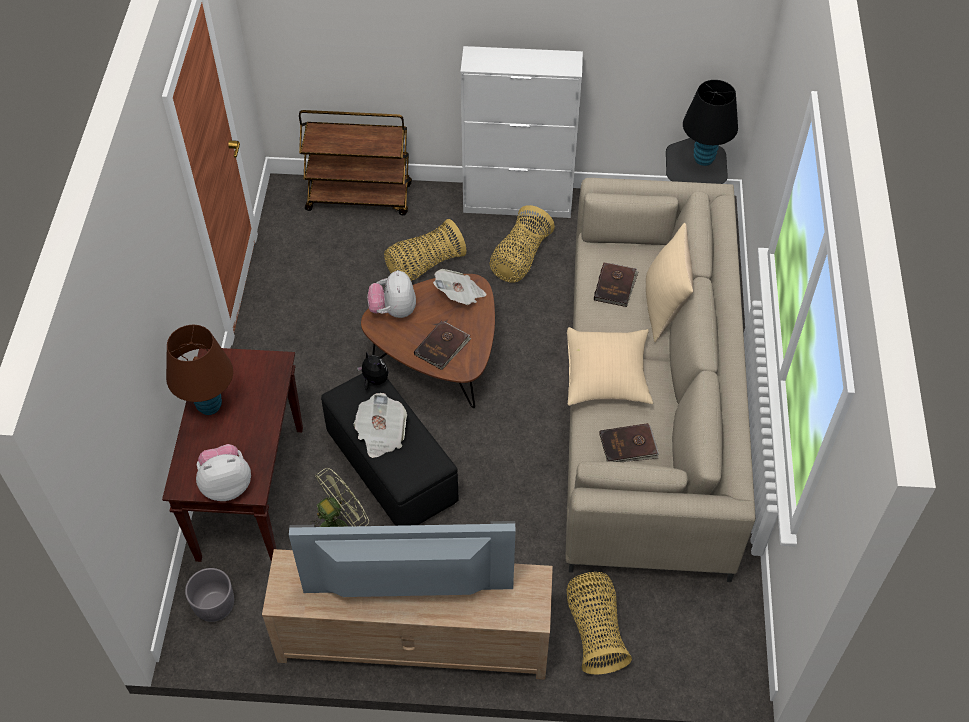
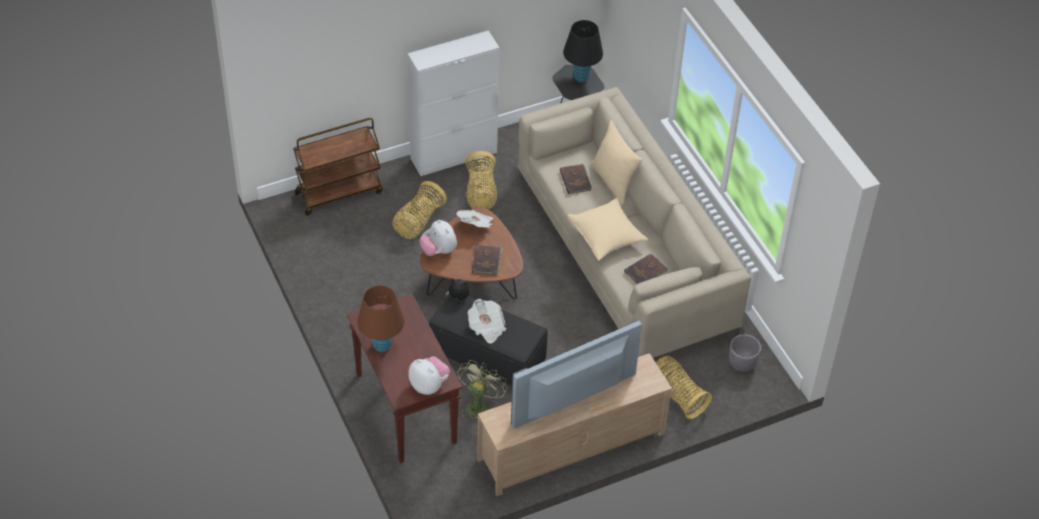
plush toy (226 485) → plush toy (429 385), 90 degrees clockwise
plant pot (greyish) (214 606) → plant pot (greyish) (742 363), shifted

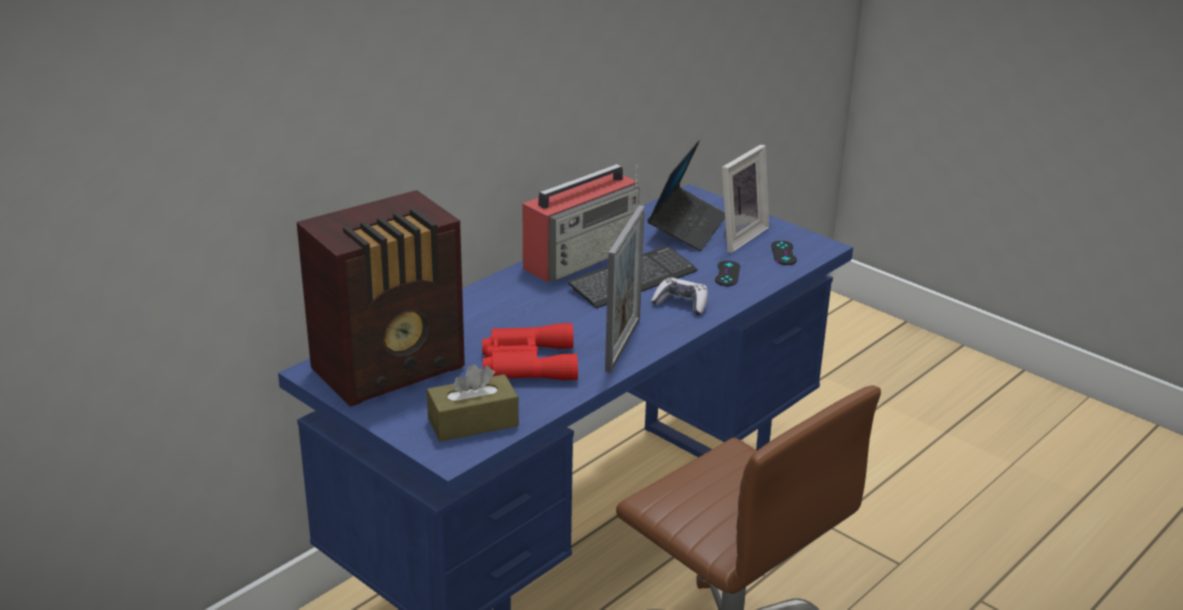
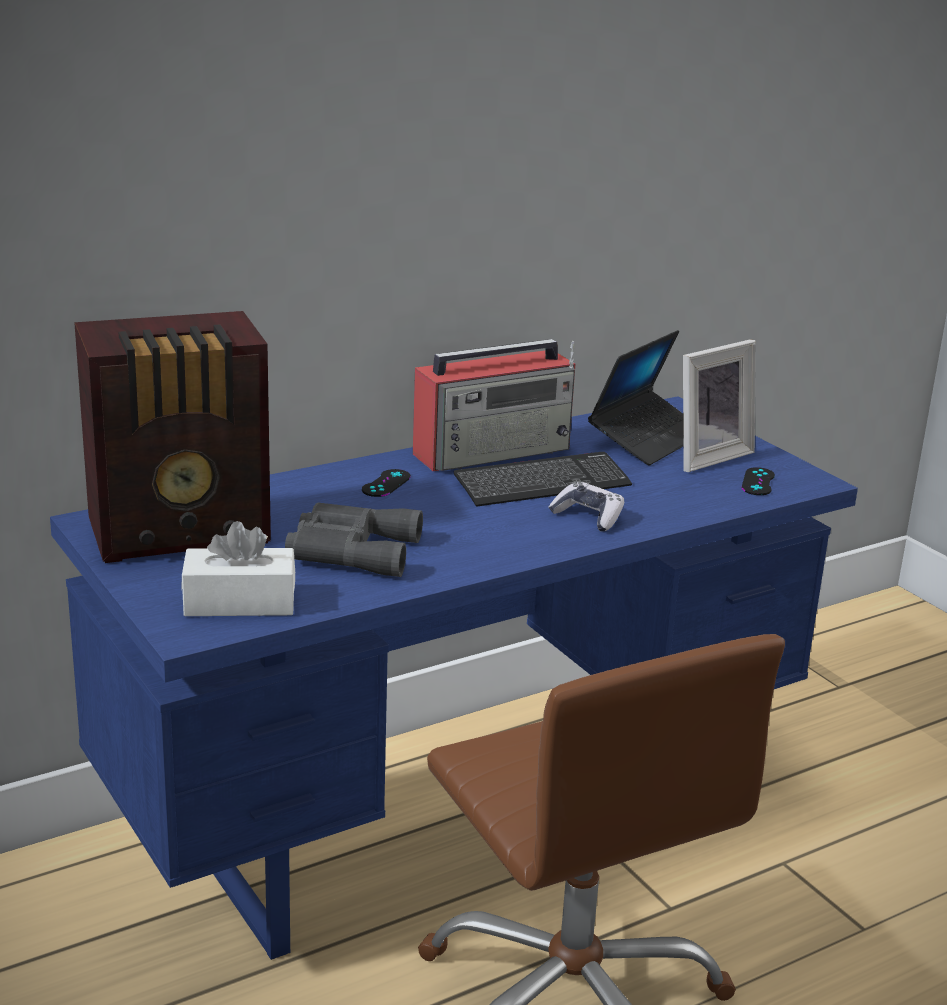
box of tissues (brown-coloured) (473 422) → box of tissues (white-coloured) (239 602)
pair of binoculars (red-coloured) (526 362) → pair of binoculars (greyish) (350 550)
joypad (black) (727 274) → joypad (black) (386 483), shifted
picture frame (623 345) → -

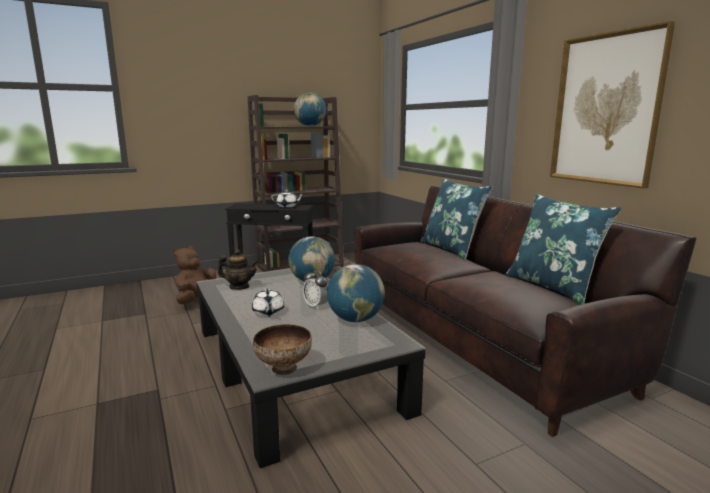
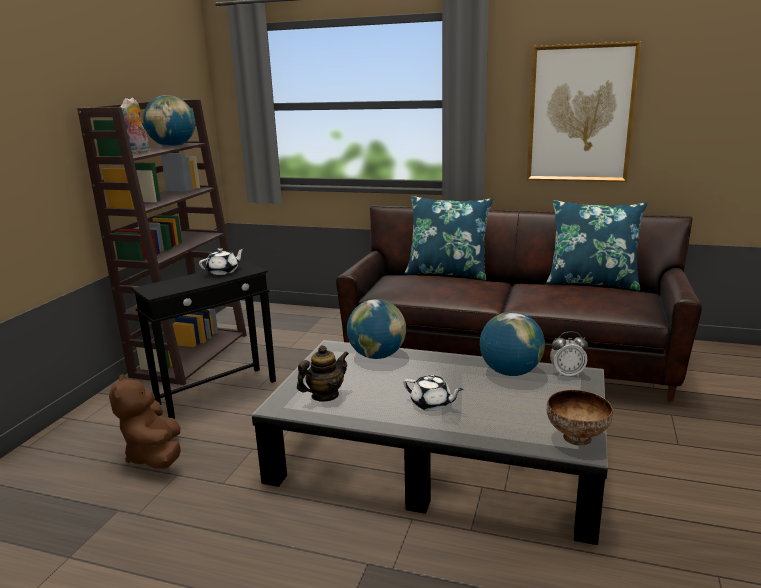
- → plush toy (137 152)
bedside clock (316 306) → bedside clock (567 374), shifted

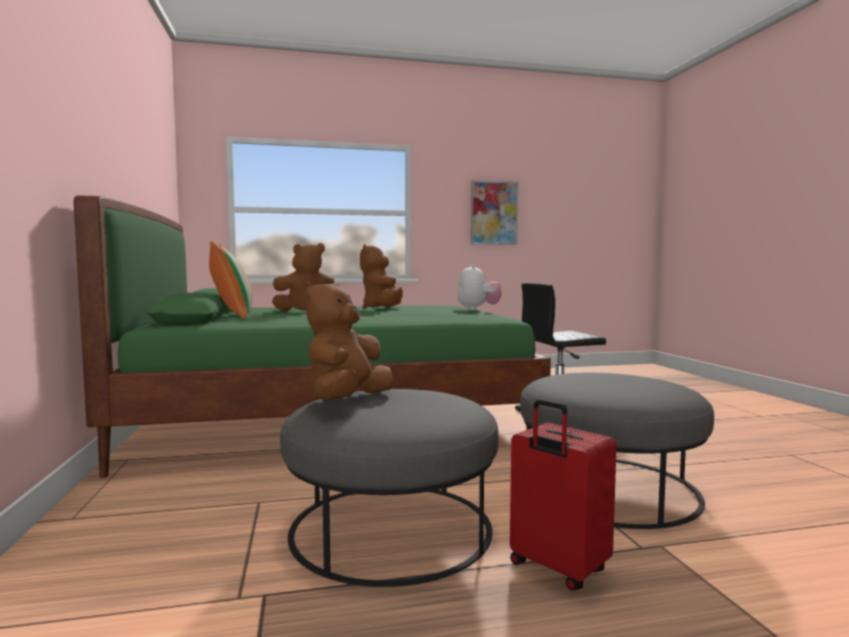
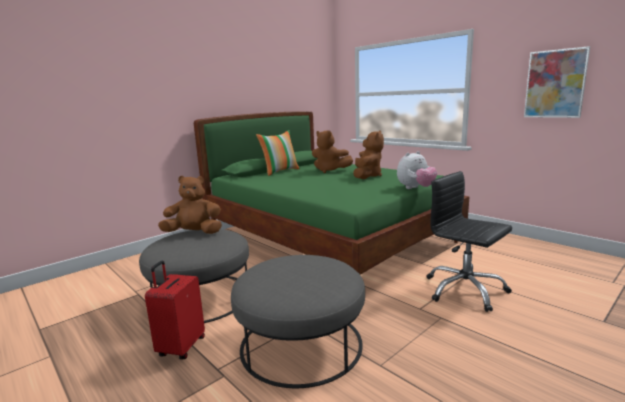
plush toy (brown-coloured) (383 309) → plush toy (brown-coloured) (367 176), 135 degrees clockwise

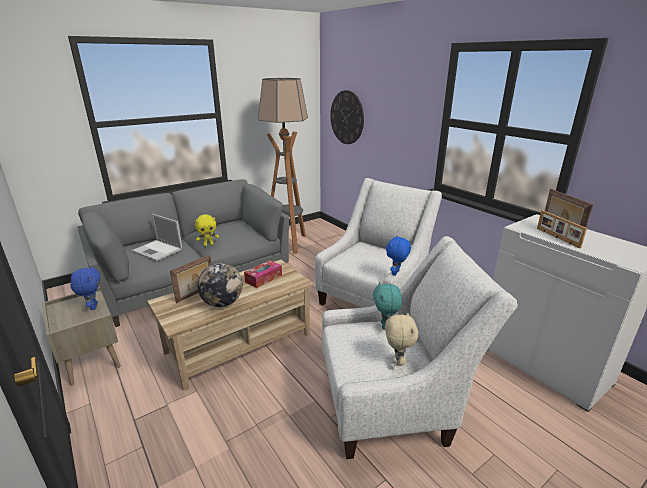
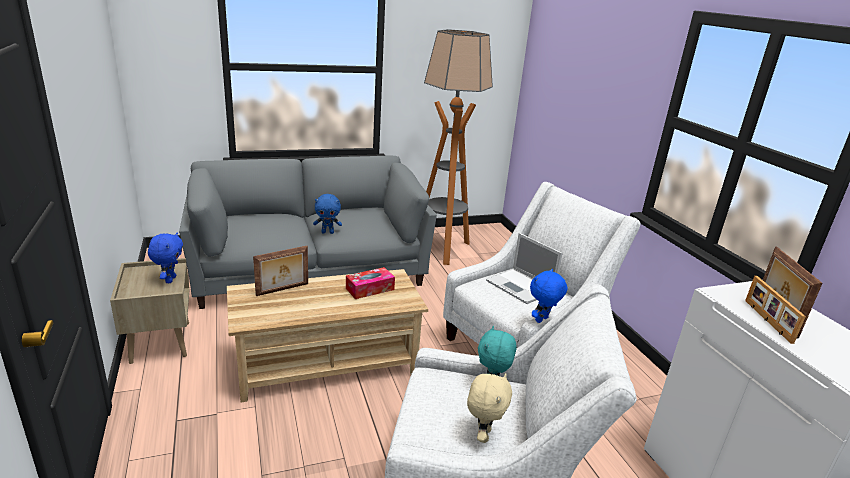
plush toy (yellow) (208 245) → plush toy (bluish) (328 232)
notebook computer (158 250) → notebook computer (521 286), shifted
world globe (222 303) → -
wall clock (347 117) → -

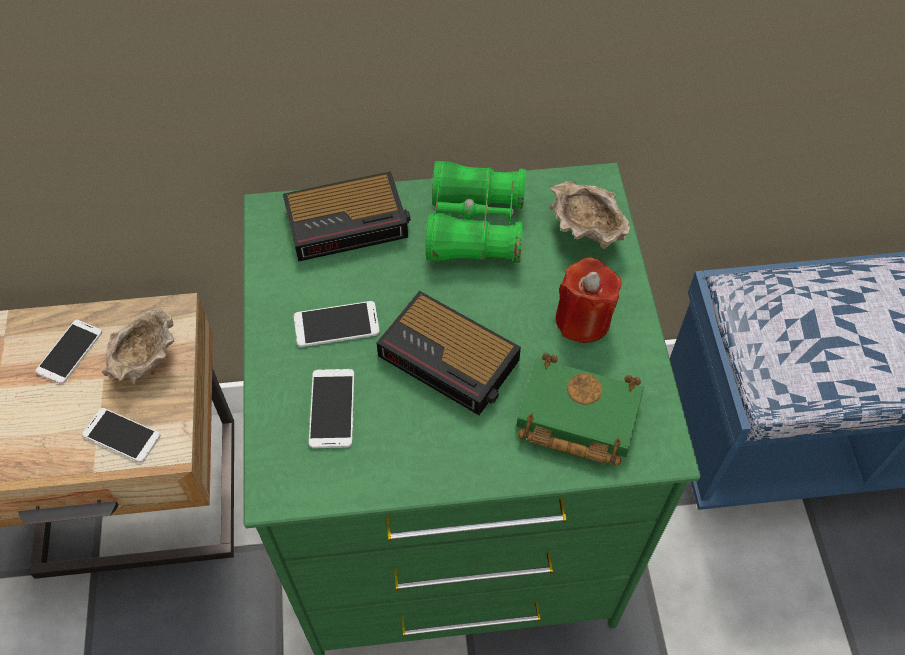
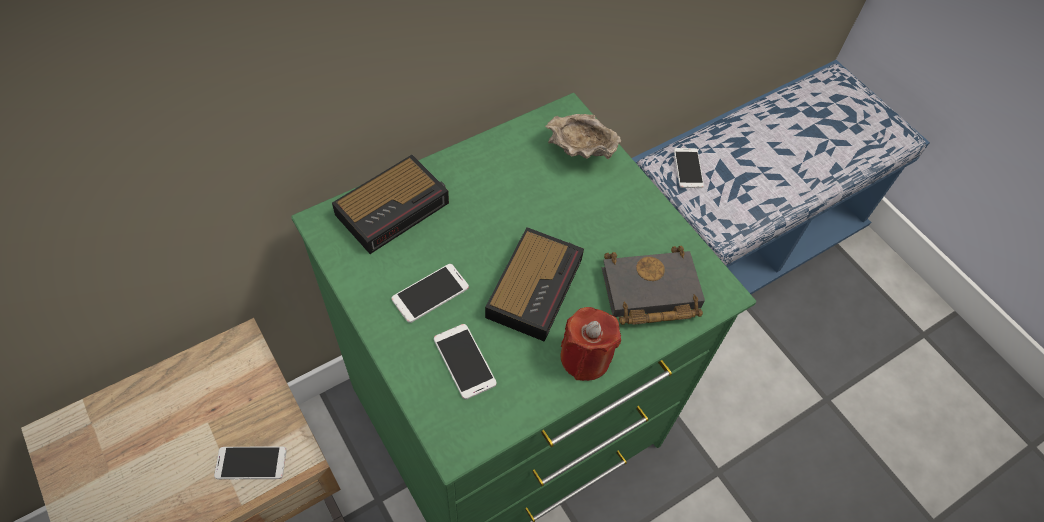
bedside clock (451 359) → bedside clock (535 286), 75 degrees counterclockwise
wax candle (red-coloured) (583 320) → wax candle (red-coloured) (585 357), shifted
bound book (green) (574 416) → bound book (black) (648 293)
phone (69 352) → phone (688 168), shifted
serving bowl (sand-coloured) (146 360) → -
pair of binoculars (green) (475 226) → -

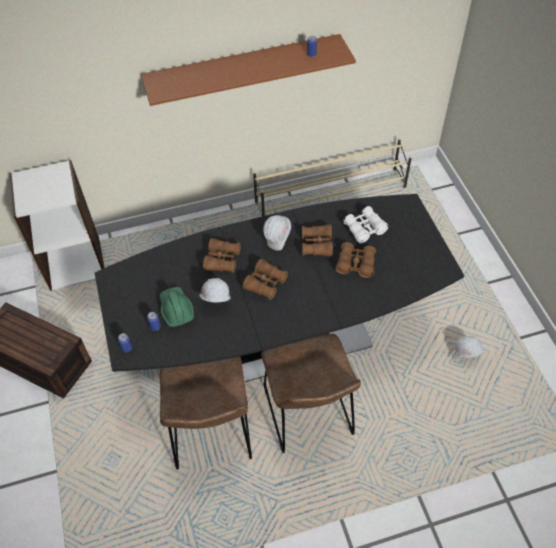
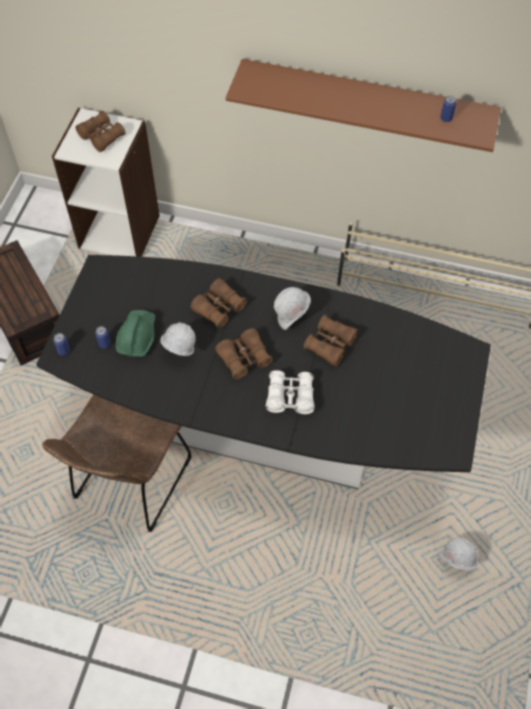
pair of binoculars (brown-coloured) (355 264) → pair of binoculars (brown-coloured) (101 137), shifted
pair of binoculars (white-coloured) (364 229) → pair of binoculars (white-coloured) (290 397), shifted
upright chair (brown-coloured) (309 415) → -

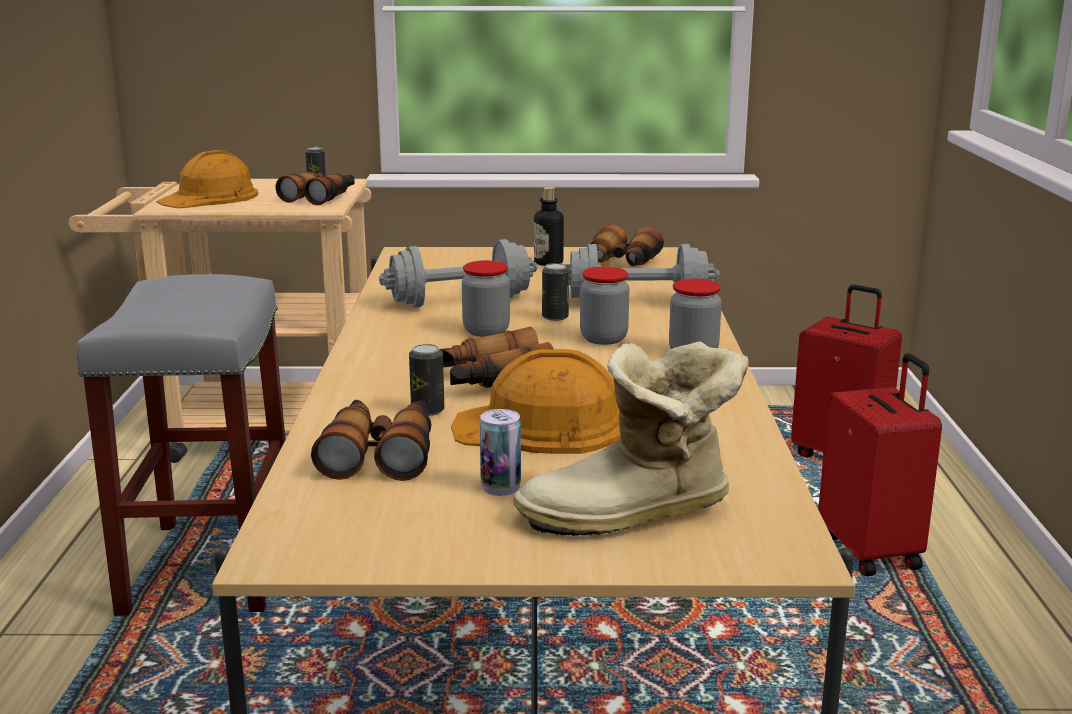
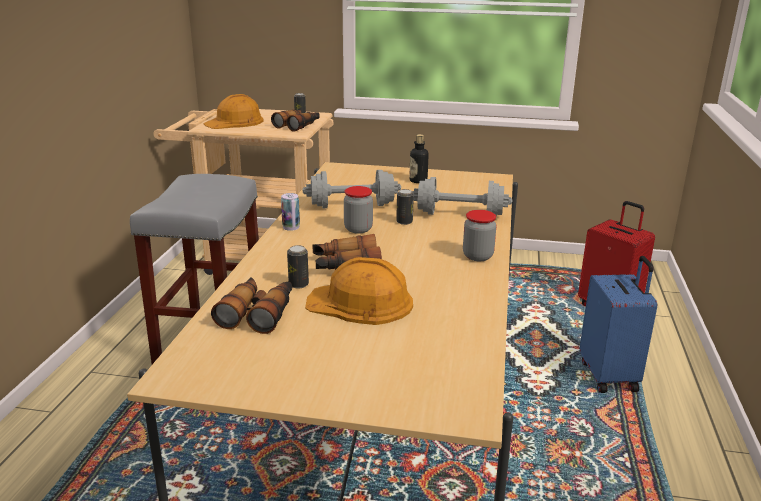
metal can (500 487) → metal can (291 227), shifted
travel case (red-coloured) (872 551) → travel case (bluish) (610 376)
tall boot (633 516) → -
jar (603 339) → -
pair of binoculars (621 264) → -

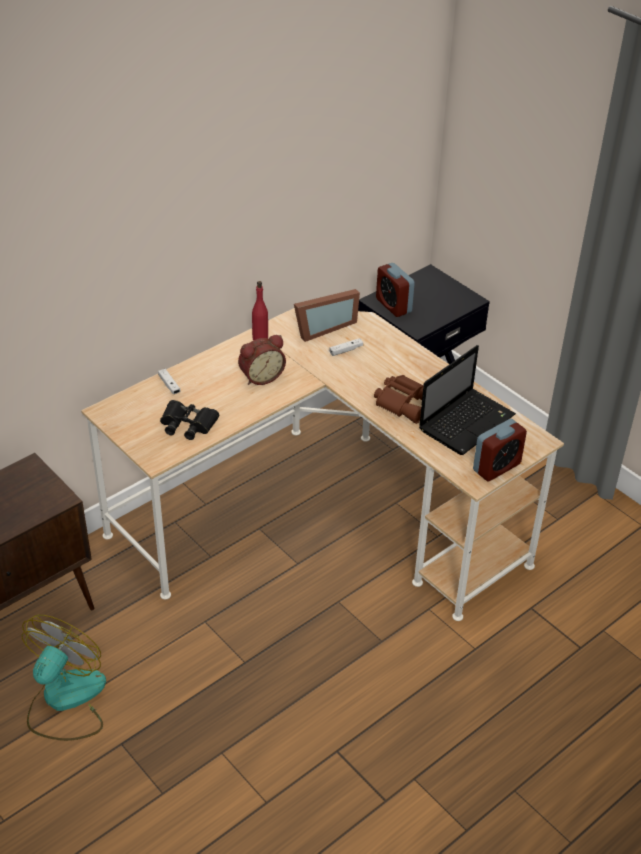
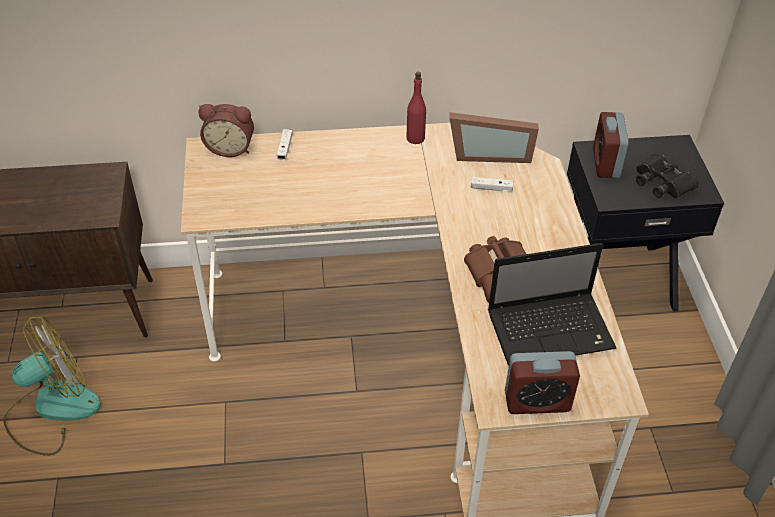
bedside clock (261 376) → bedside clock (230 147), shifted
pair of binoculars (black) (188 424) → pair of binoculars (black) (662 182), shifted

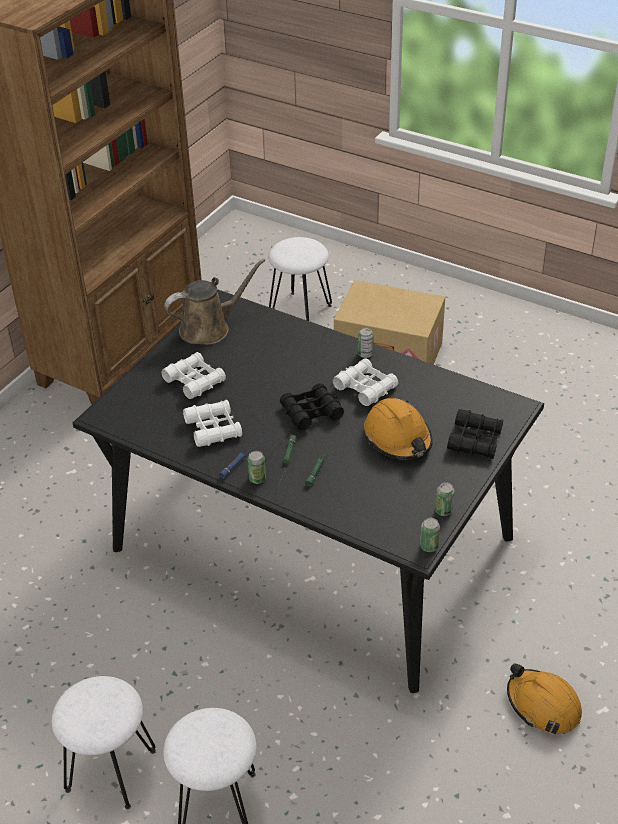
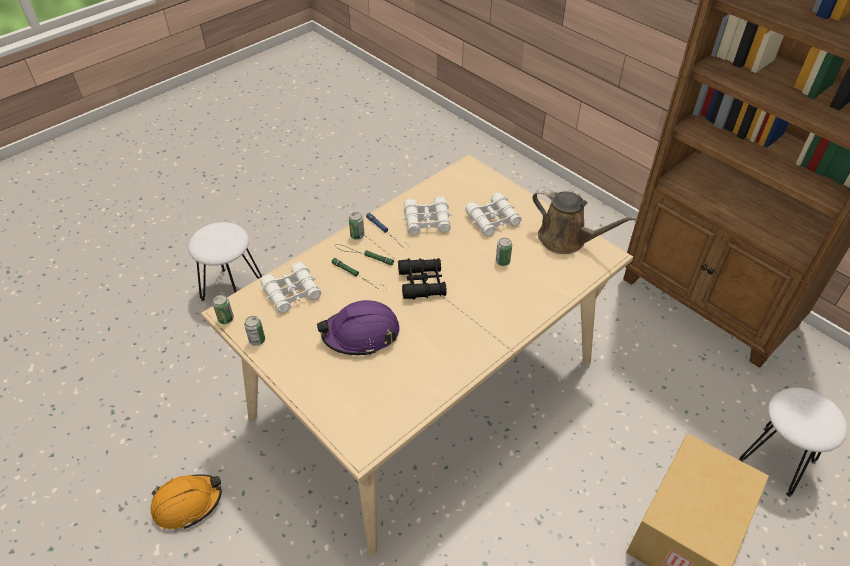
dining table (black) (310 543) → dining table (sand-coloured) (425 386)
pair of binoculars (white-coloured) (365 388) → pair of binoculars (white-coloured) (292 293), shifted
work helmet (orange) (398 438) → work helmet (purple) (361 334)
metal can (365 354) → metal can (502 261), shifted
watering can (brown-coloured) (209 328) → watering can (brown-coloured) (566 239), 45 degrees counterclockwise
sitting stool (white-coloured) (110 770) → -
pair of binoculars (black) (475 440) → -

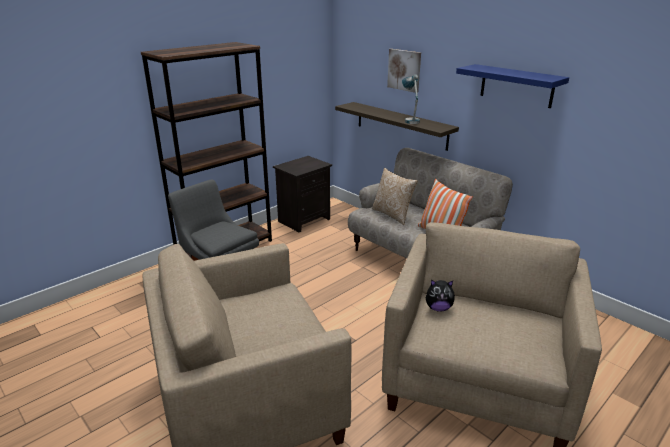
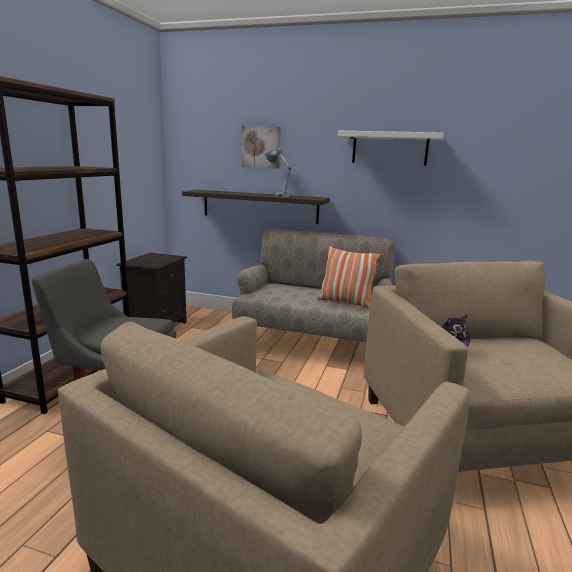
wall shelf (bluish) (516 86) → wall shelf (white-coloured) (389 148)
cushion (393 215) → -

